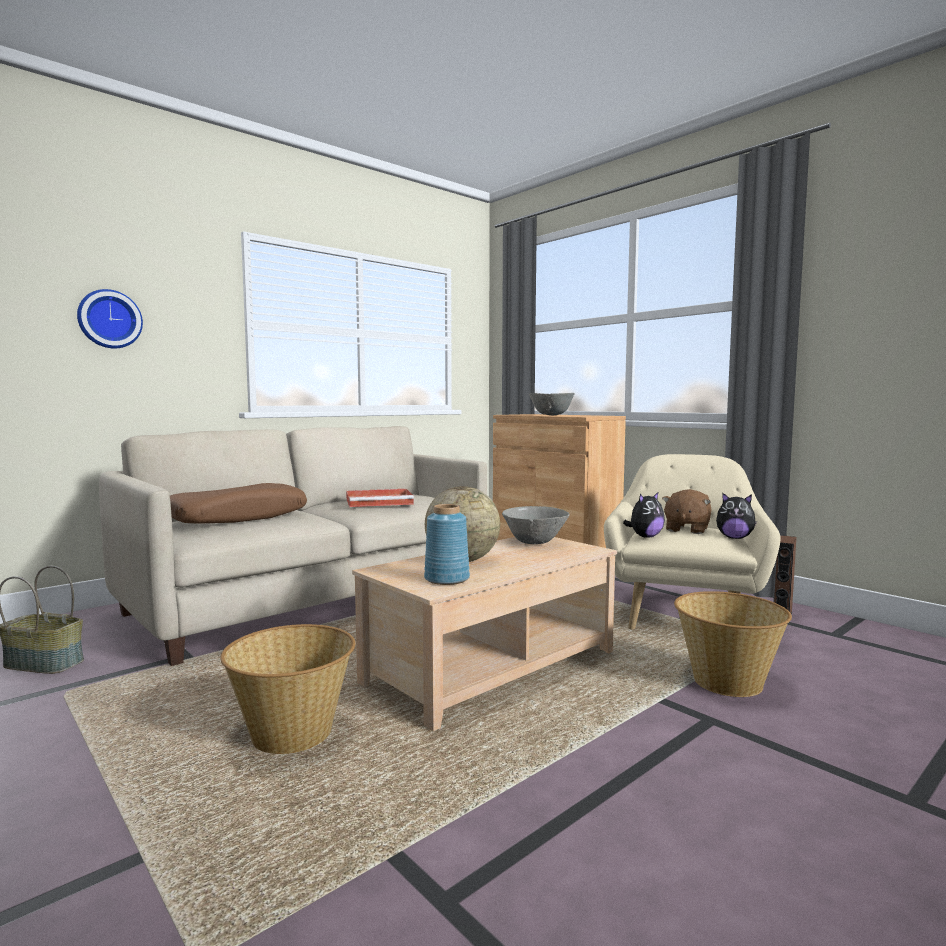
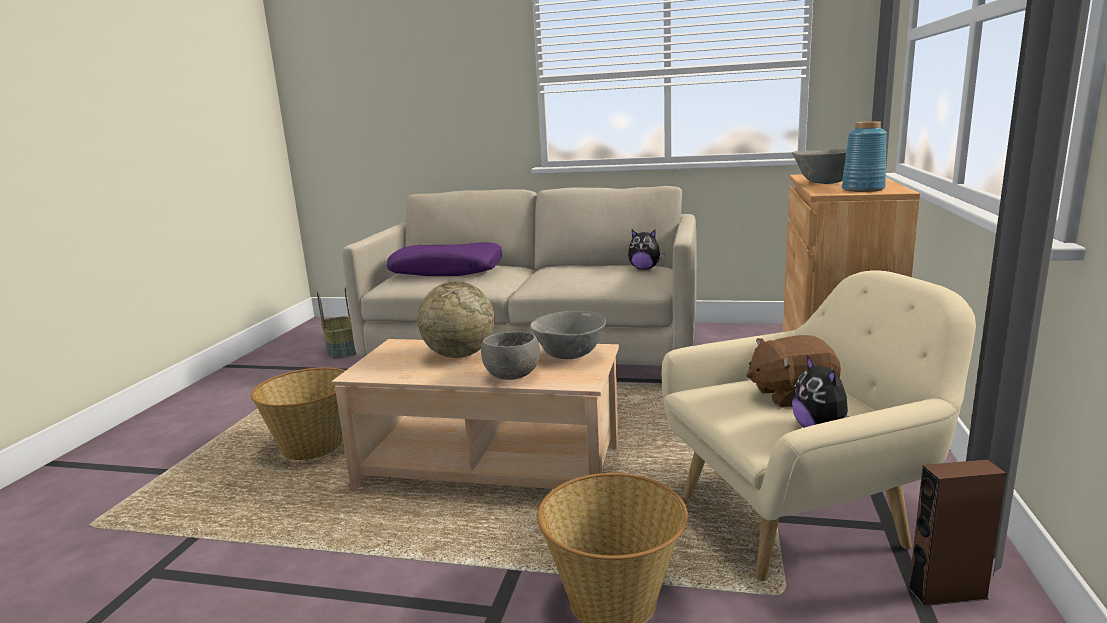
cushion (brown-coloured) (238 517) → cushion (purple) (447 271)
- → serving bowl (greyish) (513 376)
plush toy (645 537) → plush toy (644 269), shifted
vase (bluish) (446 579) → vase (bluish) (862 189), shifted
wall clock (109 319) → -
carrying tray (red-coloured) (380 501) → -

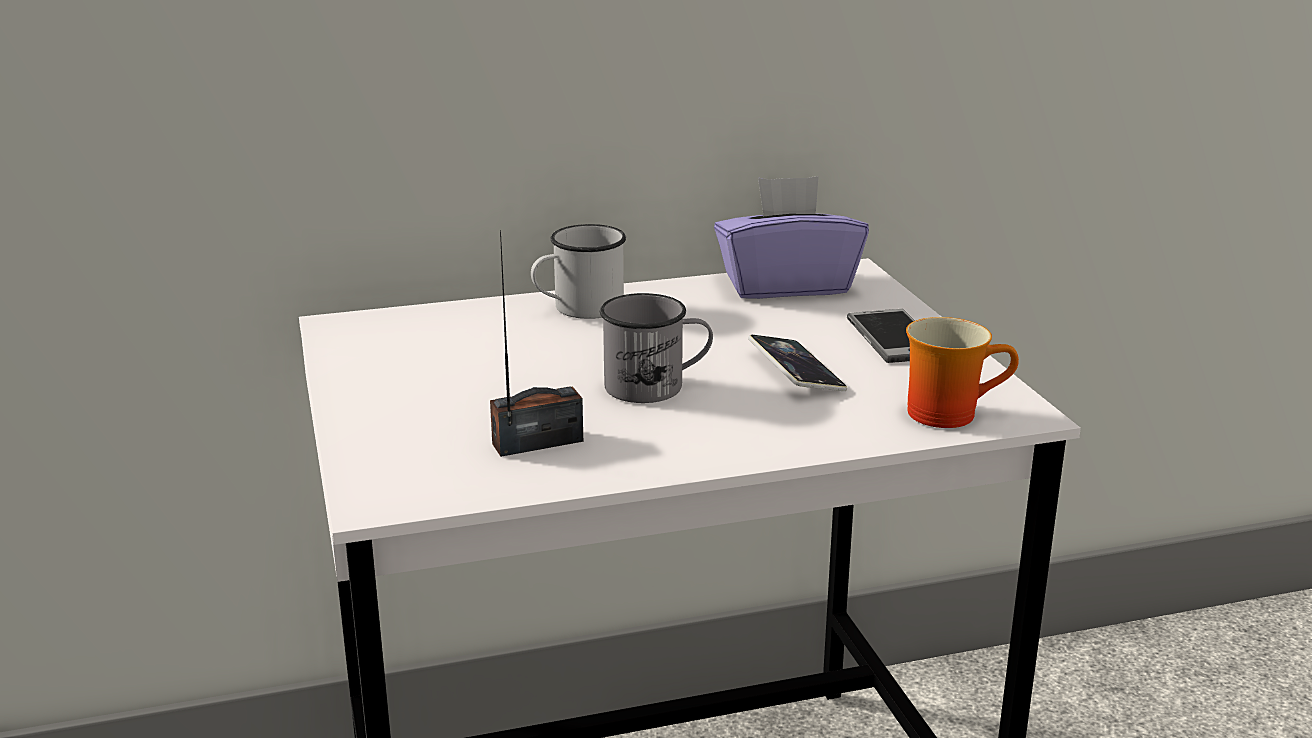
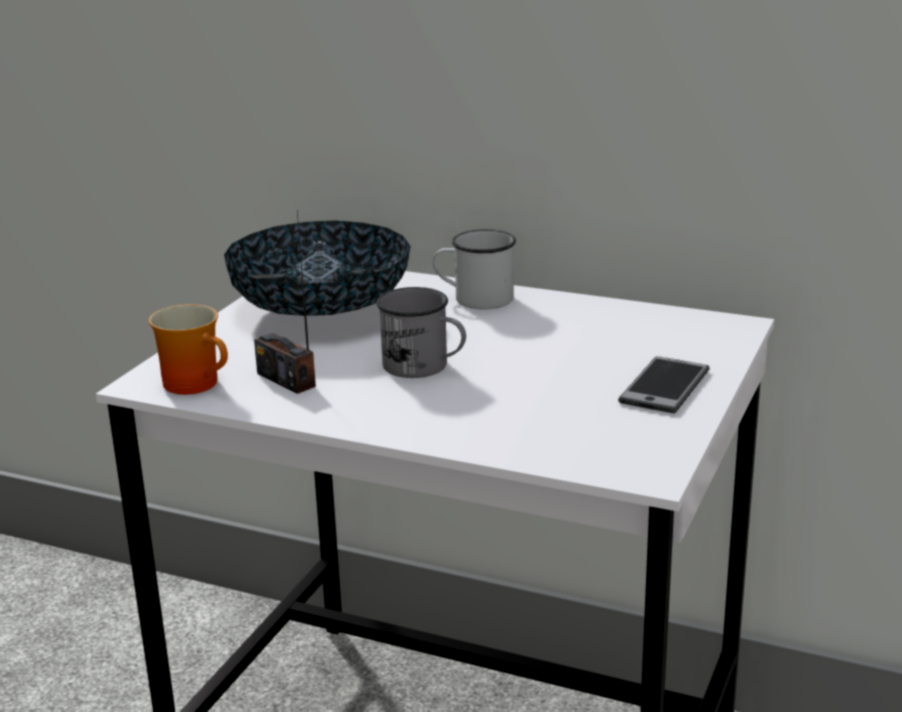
tea mug (948 411) → tea mug (198 383), shifted
- → serving bowl (321 310)
radio (538 443) → radio (286 379), 150 degrees counterclockwise
box of tissues (purple) (786 285) → -
phone (796 371) → -

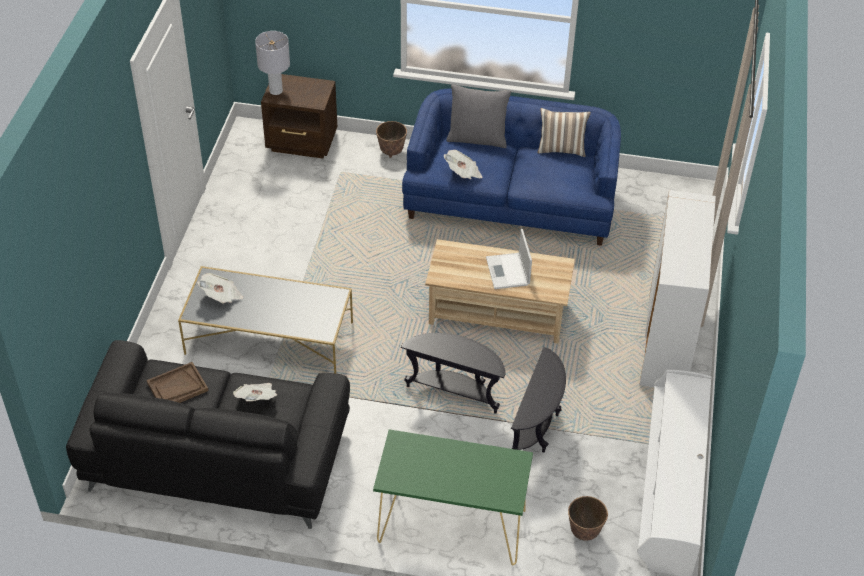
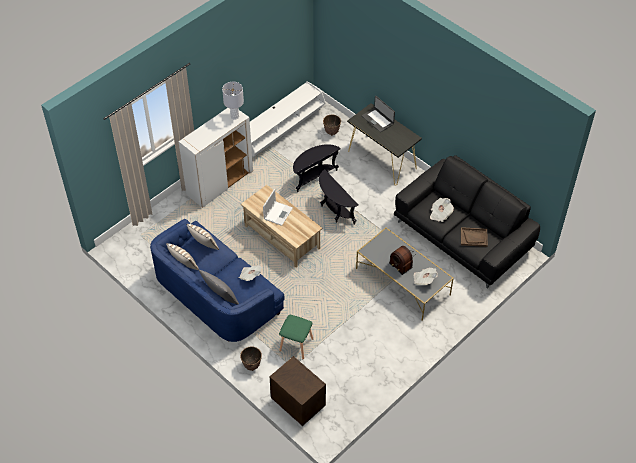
- → cushion (203 246)
tabletop lamp (greyish) (275 91) → tabletop lamp (greyish) (235 116), shifted
- → sitting stool (green) (296 345)
hall table (green) (451 525) → hall table (black) (382 160)
- → notebook computer (378 120)
- → radio (401 261)

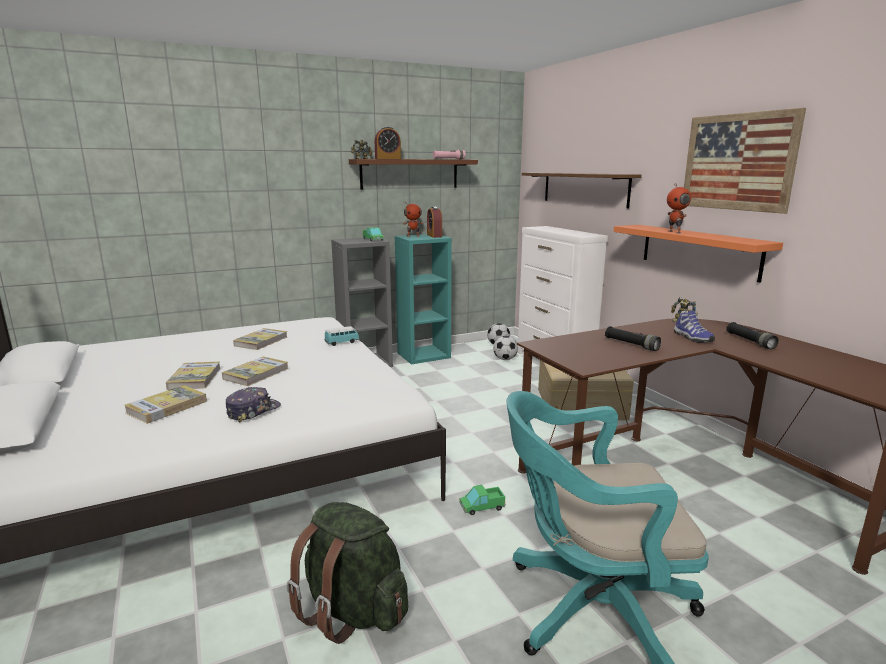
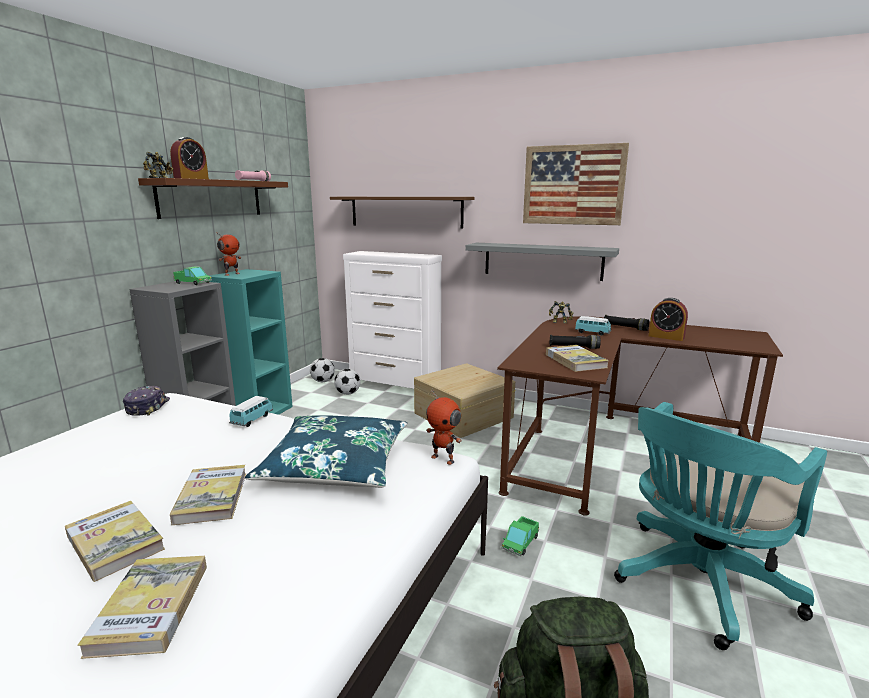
cap (253 411) → cap (147 407), shifted
- → cushion (bluish) (335 465)
model robot (675 232) → model robot (443 459), shifted
wall shelf (orange) (699 251) → wall shelf (greyish) (542 261)
bound book (261 341) → bound book (575 361), shifted
low shoe (692 338) → toy car (592 333)
bedside clock (434 236) → bedside clock (666 337), shifted

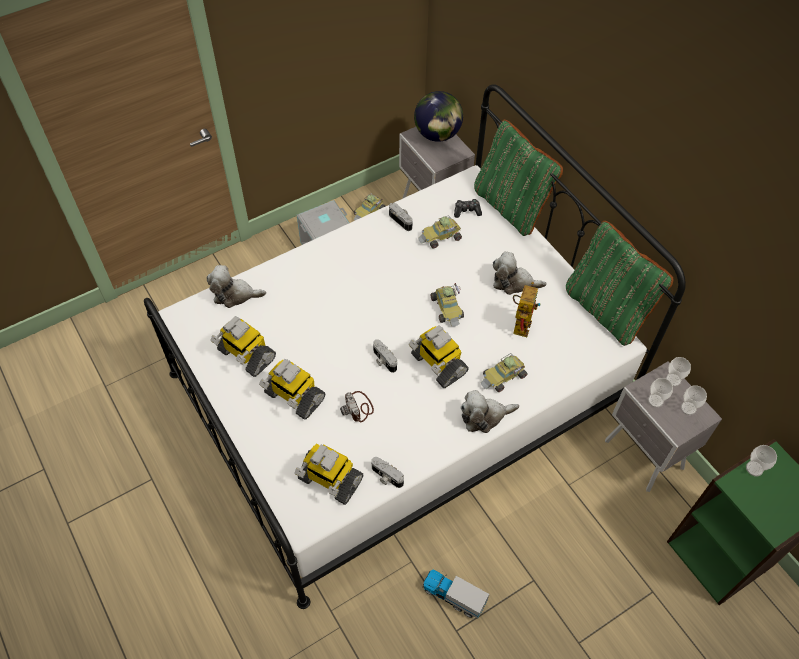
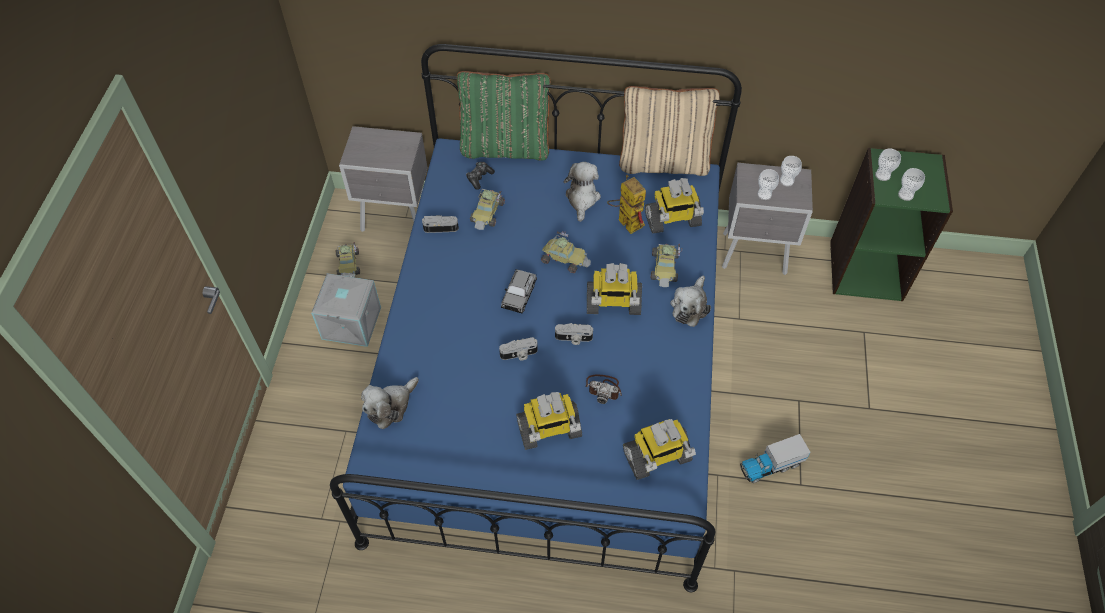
sleeping bed (white-coloured) (398 390) → sleeping bed (bluish) (552 372)
still camera (386 477) → still camera (519 354), shifted
- → toy car (greyish) (519 295)
plush toy (513 282) → plush toy (582 198), 135 degrees clockwise
cushion (green) (607 309) → cushion (sand-coloured) (663 162)
model robot (246 355) → model robot (672 220), shifted
small cup (673 380) → small cup (905 195), shifted
world globe (437 135) → -

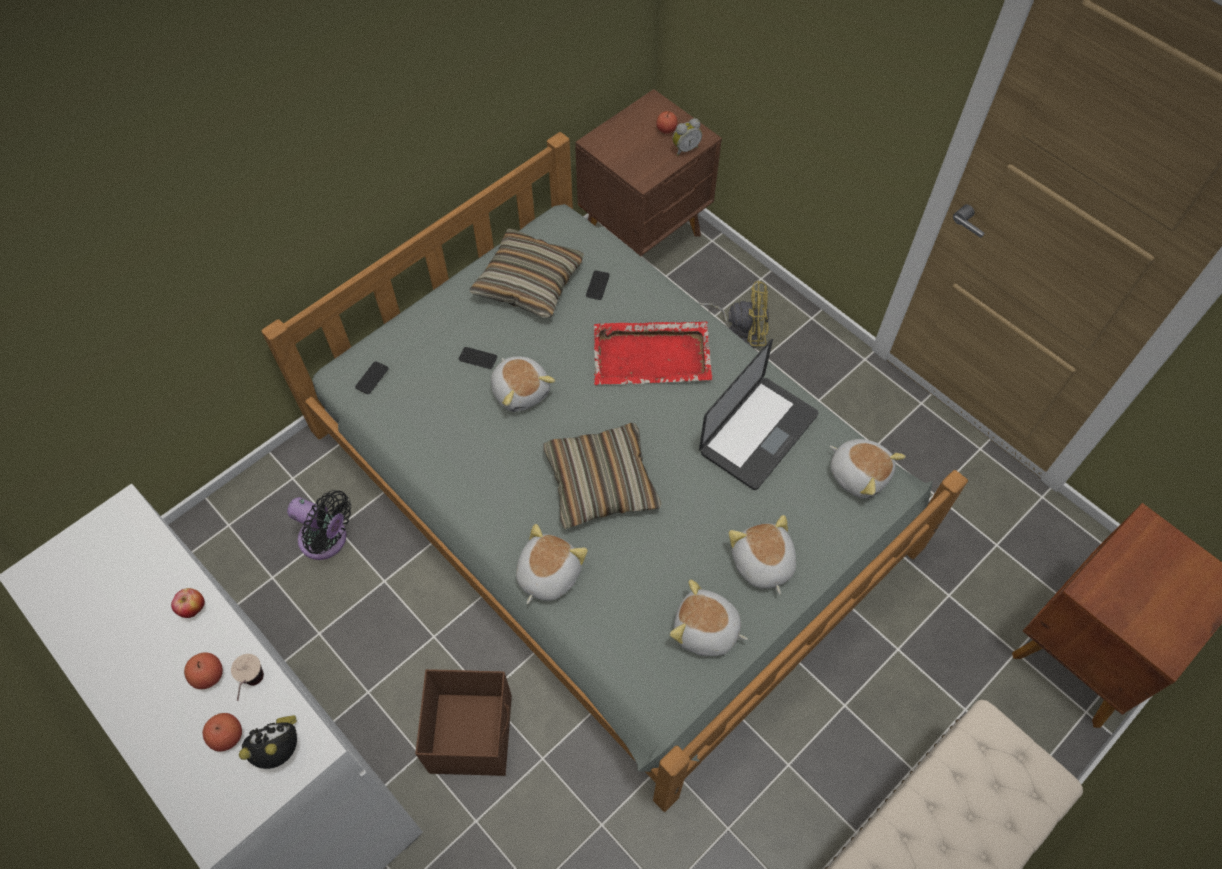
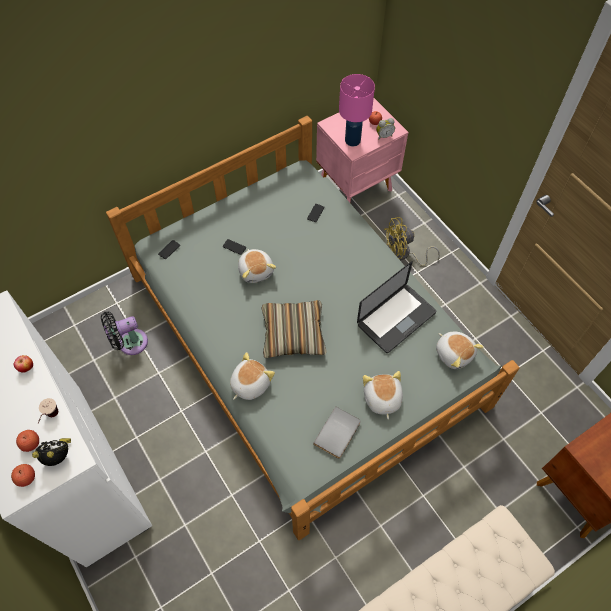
whole apple (209 675) → whole apple (26 478), shifted
cooling fan (black) (327 540) → cooling fan (black) (129 343), 120 degrees clockwise
plush toy (705 631) → bound book (greyish) (338 434)
bedside table (brown-coloured) (644 236) → bedside table (pink) (356 186)
- → tabletop lamp (pink) (353 140)
cooling fan (yellow) (738 332) → cooling fan (yellow) (403 254), 150 degrees clockwise
storage container (brown-coloured) (472 733) → -
cushion (529 282) → -
carrying tray (red-coloured) (653 356) → -

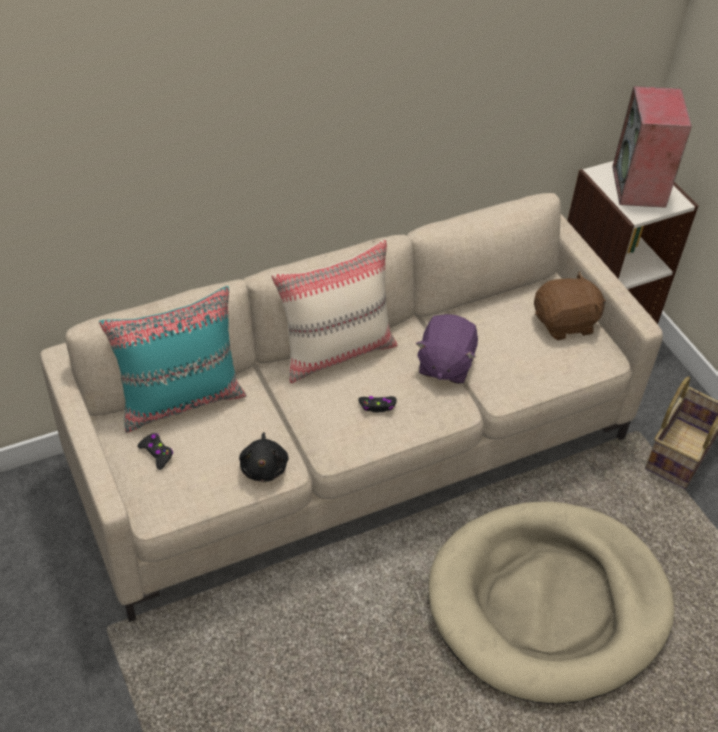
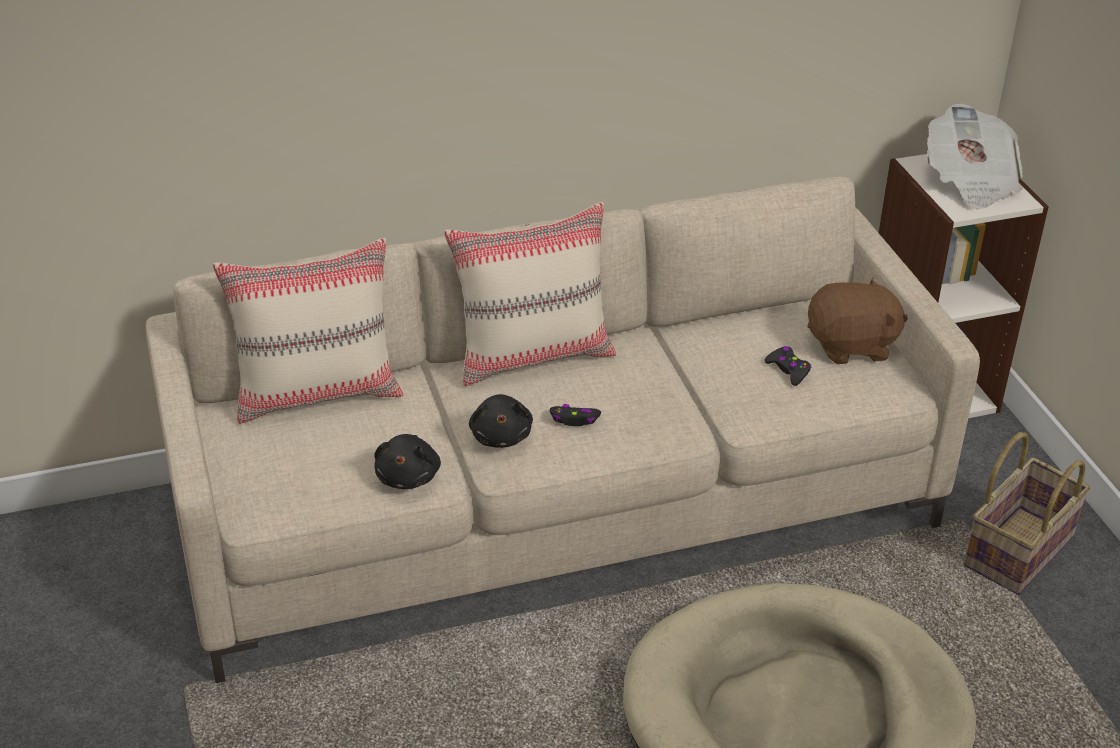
cushion (turquoise) (181 399) → cushion (sand-coloured) (318 393)
- → plush toy (black) (501 436)
joypad (black) (157 453) → joypad (black) (788 370), shifted
loudspeaker (640 187) → printed paper (970 182)
plush toy (purple) (444 364) → -

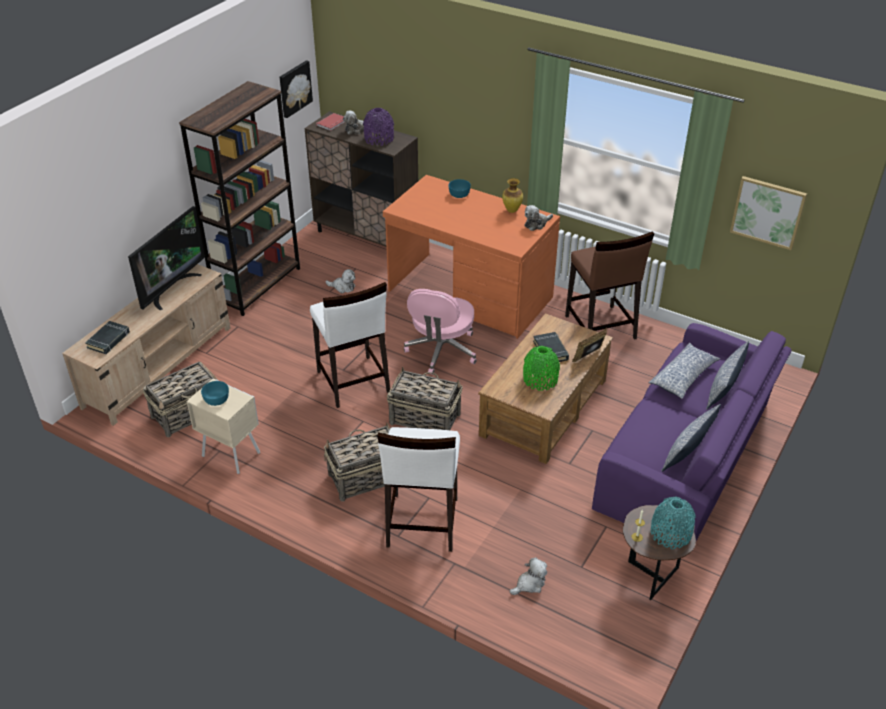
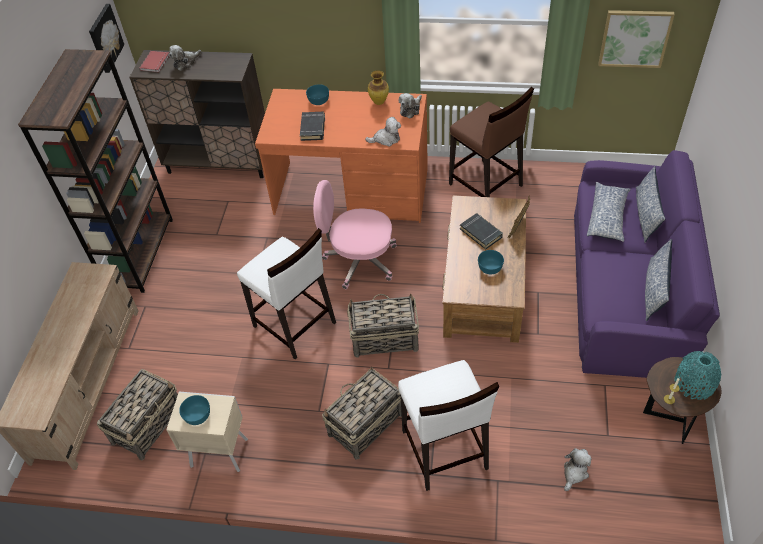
bound book (black) (109 340) → bound book (black) (313 128), shifted
computer chair (pink) (441 351) → computer chair (pink) (359 261), 105 degrees clockwise
plush toy (343 287) → plush toy (386 139), shifted
vase (green) (540 379) → serving bowl (turquoise) (490 267)
TV (172 289) → -
vase (purple) (379 139) → -

